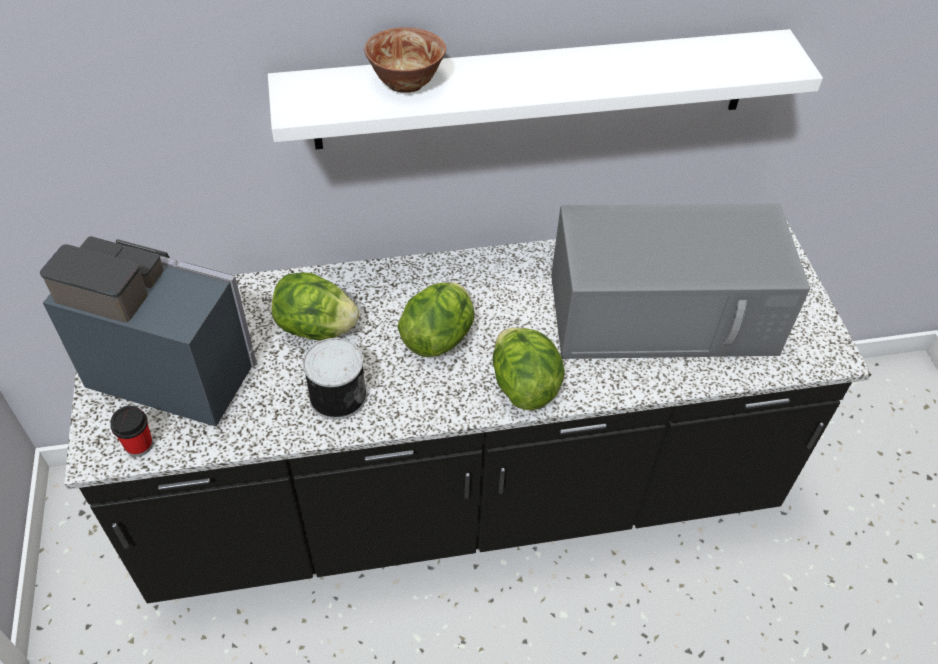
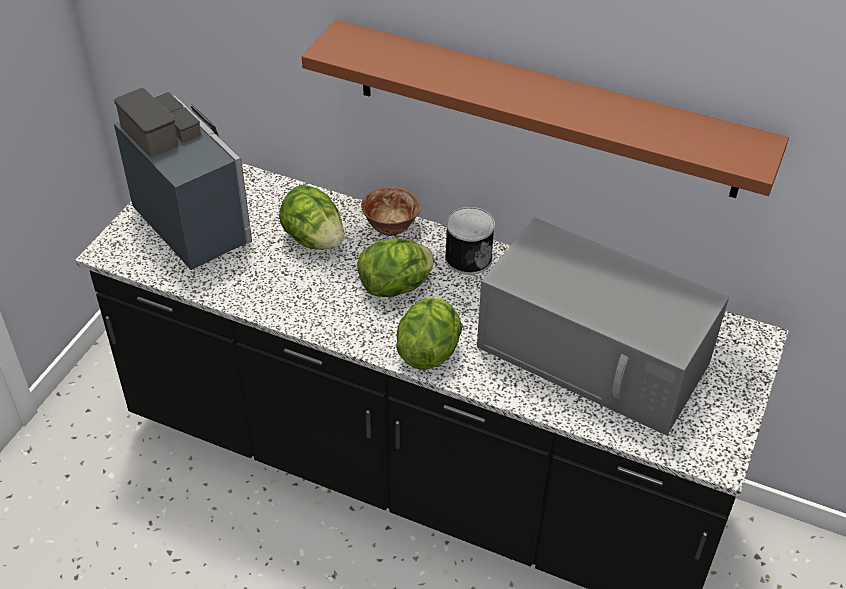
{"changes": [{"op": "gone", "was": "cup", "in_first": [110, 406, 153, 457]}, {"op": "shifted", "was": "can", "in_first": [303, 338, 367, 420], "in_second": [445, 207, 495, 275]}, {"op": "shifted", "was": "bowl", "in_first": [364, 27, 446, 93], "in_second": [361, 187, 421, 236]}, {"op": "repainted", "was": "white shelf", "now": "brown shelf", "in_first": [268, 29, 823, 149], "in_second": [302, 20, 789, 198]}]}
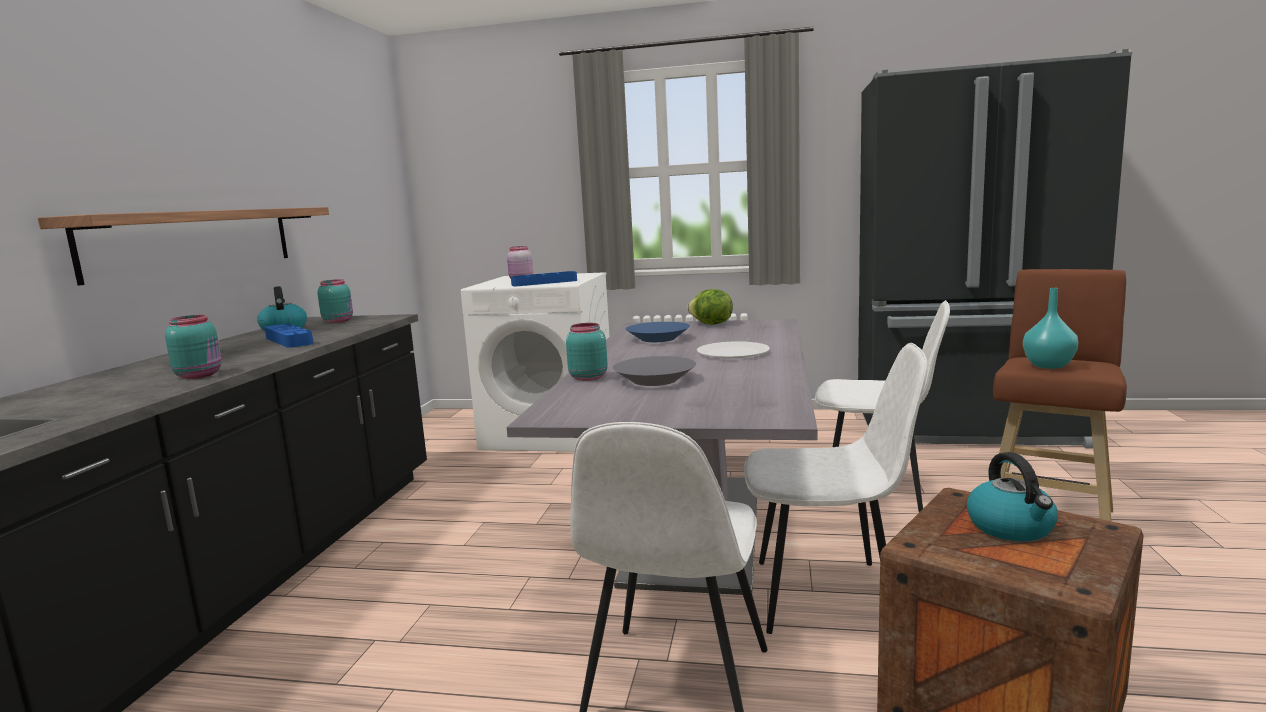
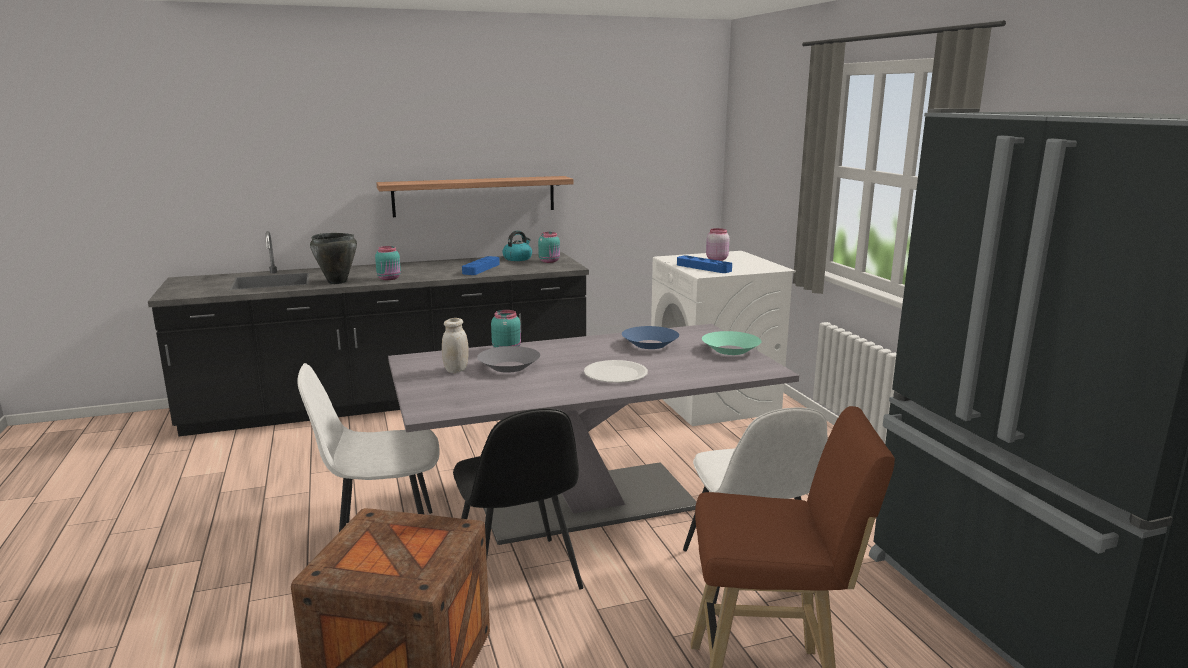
{"changes": [{"op": "gone", "was": "kettle", "in_first": [967, 452, 1058, 541]}, {"op": "gone", "was": "turquoise vase", "in_first": [1023, 288, 1078, 369]}, {"op": "new", "now": "black cooking pot", "in_second": [310, 233, 357, 284]}, {"op": "new", "now": "white jar", "in_second": [442, 318, 469, 373]}, {"op": "swapped", "was": "lettuce", "now": "turquoise bowl", "in_first": [687, 289, 733, 325], "in_second": [702, 331, 762, 355]}, {"op": "repainted", "was": "white chair", "now": "black chair", "in_first": [744, 343, 928, 634], "in_second": [453, 408, 584, 590]}]}
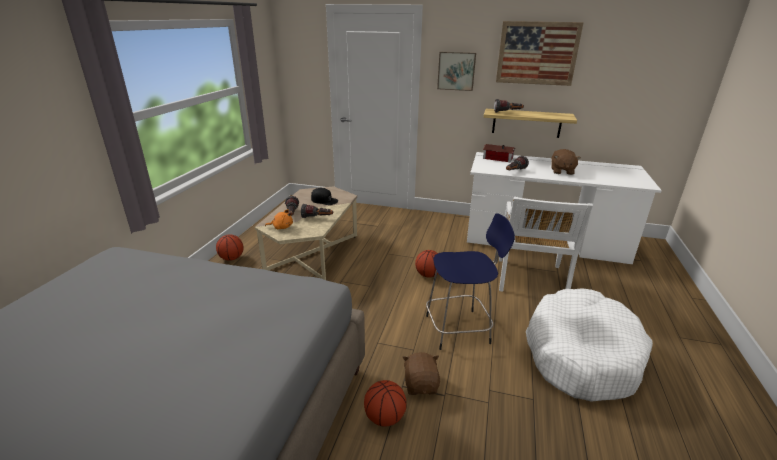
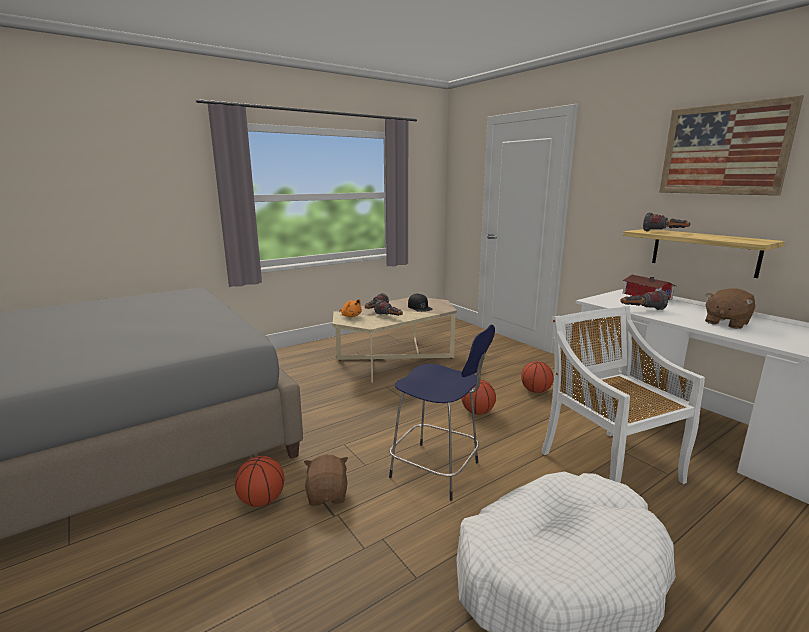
{"changes": [{"op": "gone", "was": "picture", "in_first": [437, 52, 476, 91]}, {"op": "shifted", "was": "basketball", "in_first": [216, 234, 244, 261], "in_second": [521, 361, 554, 393]}, {"op": "rotated", "was": "brown plush toy", "in_first": [402, 352, 440, 395], "in_second": [304, 455, 348, 506], "clockwise": -45}, {"op": "rotated", "was": "white chair", "in_first": [499, 197, 593, 292], "in_second": [541, 306, 705, 484], "clockwise": 105}]}
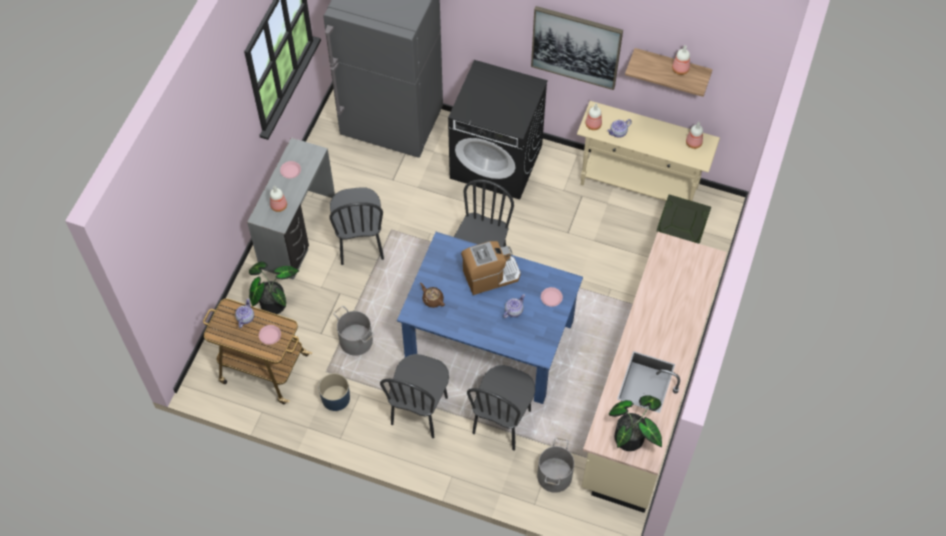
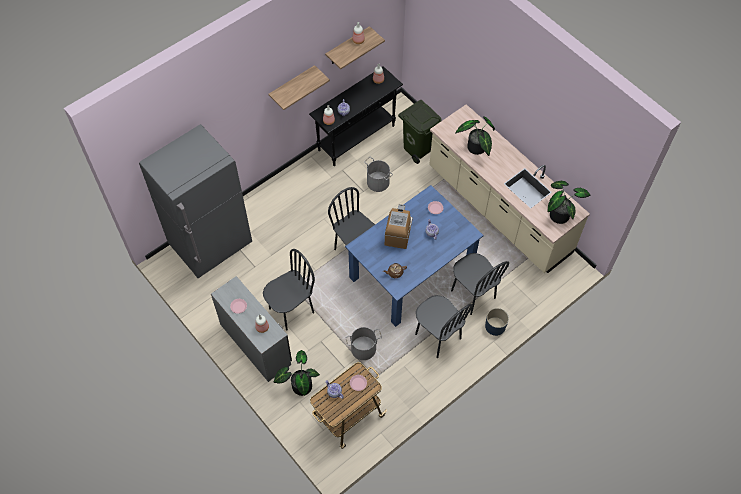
{"changes": [{"op": "gone", "was": "black washing machine", "in_first": [448, 60, 548, 200]}, {"op": "new", "now": "potted plant", "in_second": [455, 117, 495, 156]}, {"op": "shifted", "was": "blue planter", "in_first": [319, 373, 350, 411], "in_second": [485, 308, 509, 336]}, {"op": "shifted", "was": "grey bucket", "in_first": [537, 438, 574, 493], "in_second": [364, 157, 393, 192]}, {"op": "swapped", "was": "picture", "now": "shelf", "in_first": [531, 6, 623, 90], "in_second": [269, 65, 330, 110]}, {"op": "repainted", "was": "beige console table", "now": "black console table", "in_first": [577, 101, 720, 201], "in_second": [309, 66, 403, 166]}, {"op": "rotated", "was": "black chair", "in_first": [329, 187, 384, 265], "in_second": [263, 249, 315, 331], "clockwise": -60}]}
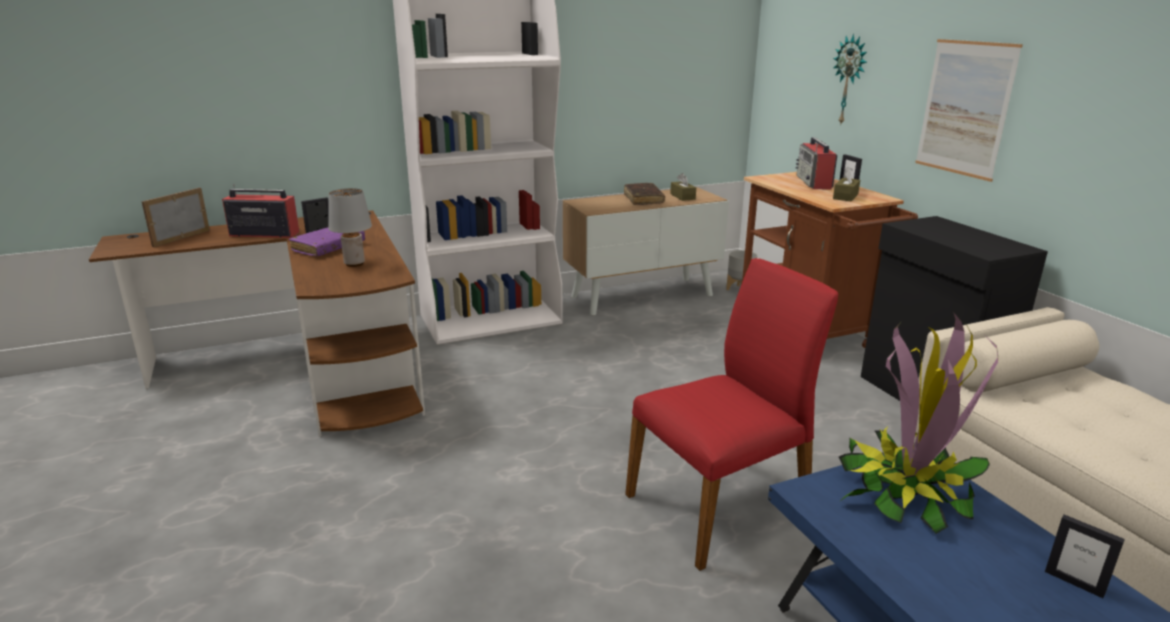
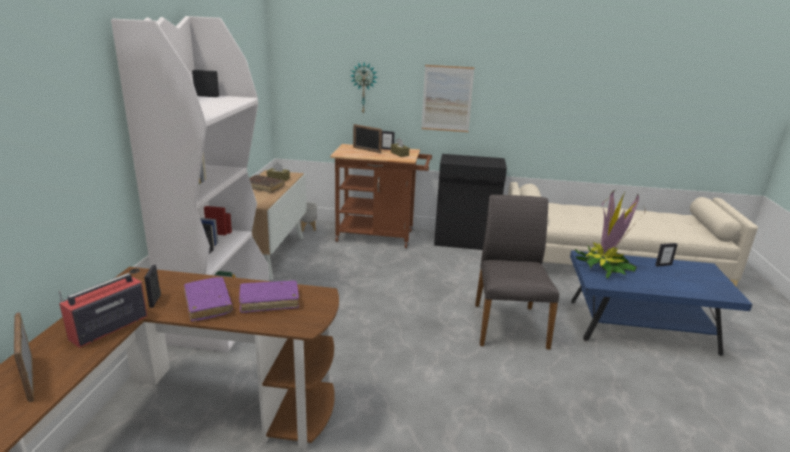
{"changes": [{"op": "swapped", "was": "grey table lamp", "now": "purple book", "in_first": [328, 188, 372, 267], "in_second": [239, 280, 299, 313]}, {"op": "swapped", "was": "radio", "now": "picture frame", "in_first": [795, 137, 837, 189], "in_second": [353, 124, 382, 153]}, {"op": "repainted", "was": "red chair", "now": "grey chair", "in_first": [625, 258, 838, 571], "in_second": [475, 195, 559, 350]}]}
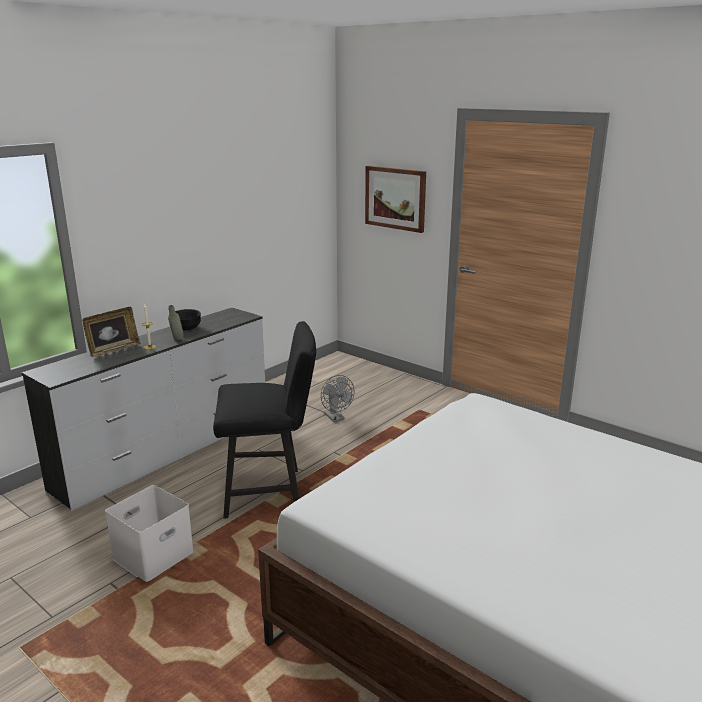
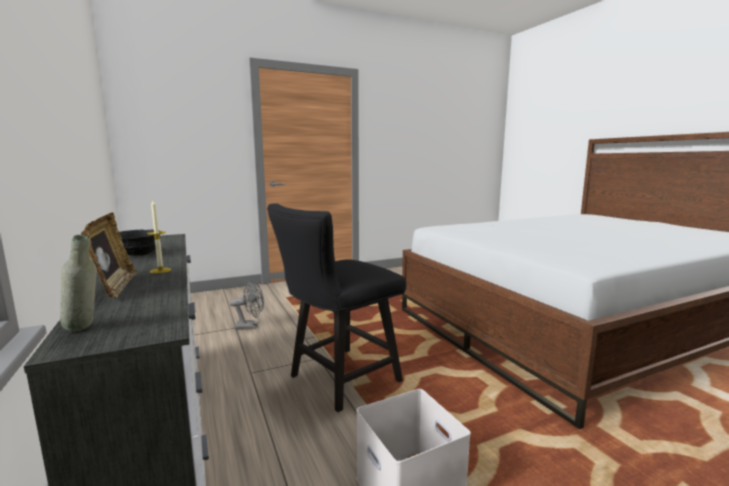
{"changes": [{"op": "gone", "was": "picture", "in_first": [365, 166, 426, 233]}, {"op": "shifted", "was": "grey bottle", "in_first": [168, 305, 184, 340], "in_second": [60, 235, 97, 332]}, {"op": "rotated", "was": "black chair", "in_first": [213, 321, 316, 519], "in_second": [267, 203, 406, 412], "clockwise": -150}]}
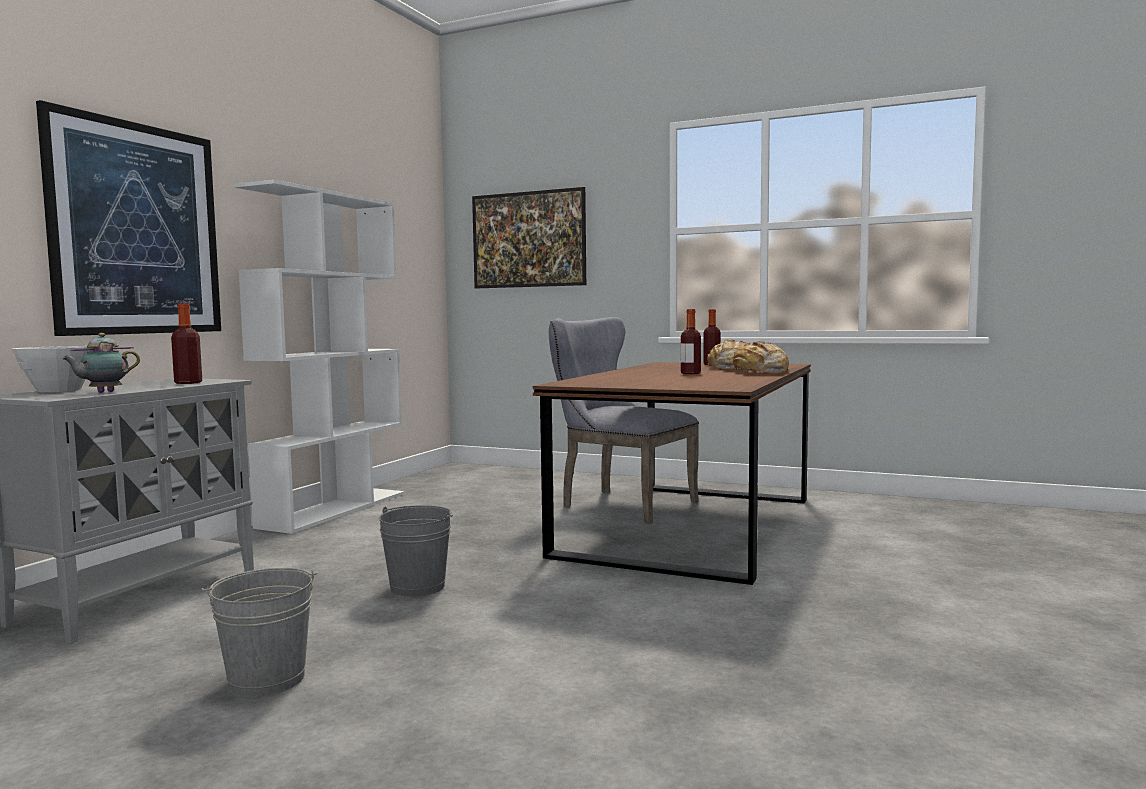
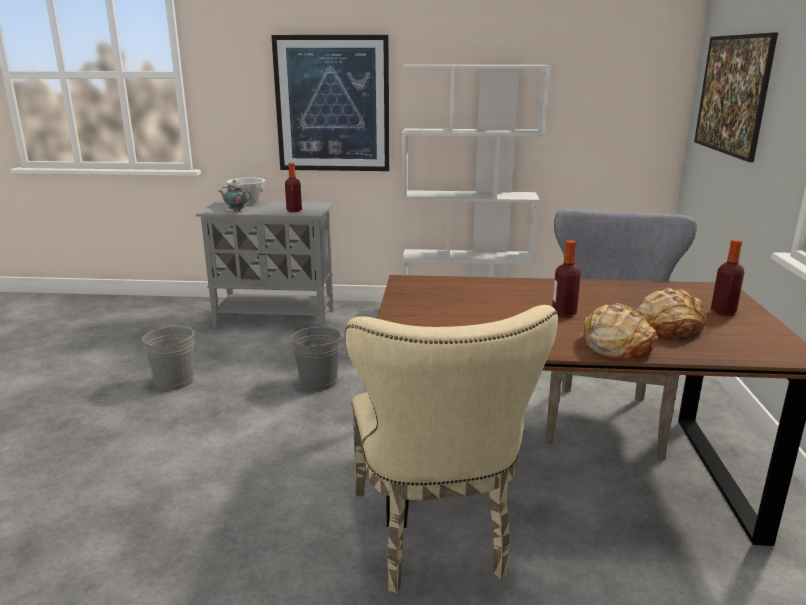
{"changes": [{"op": "new", "now": "beige chair", "in_second": [345, 305, 558, 593]}]}
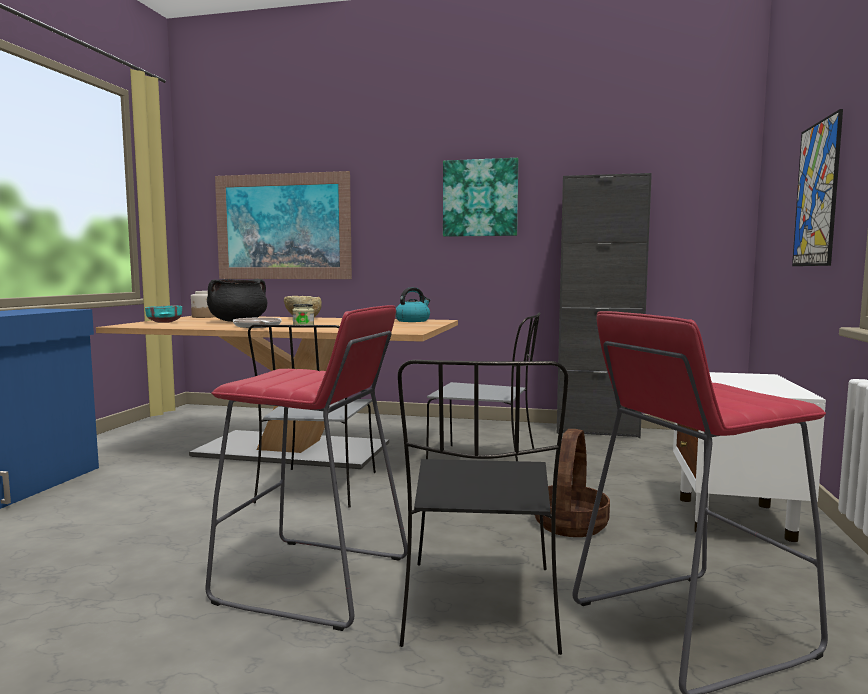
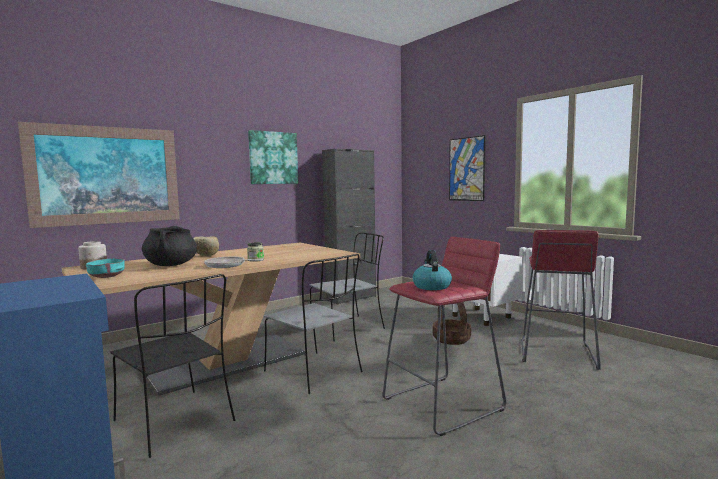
{"changes": [{"op": "shifted", "was": "kettle", "in_first": [396, 287, 430, 322], "in_second": [413, 250, 452, 290]}, {"op": "shifted", "was": "black chair", "in_first": [398, 360, 568, 655], "in_second": [110, 274, 235, 458]}]}
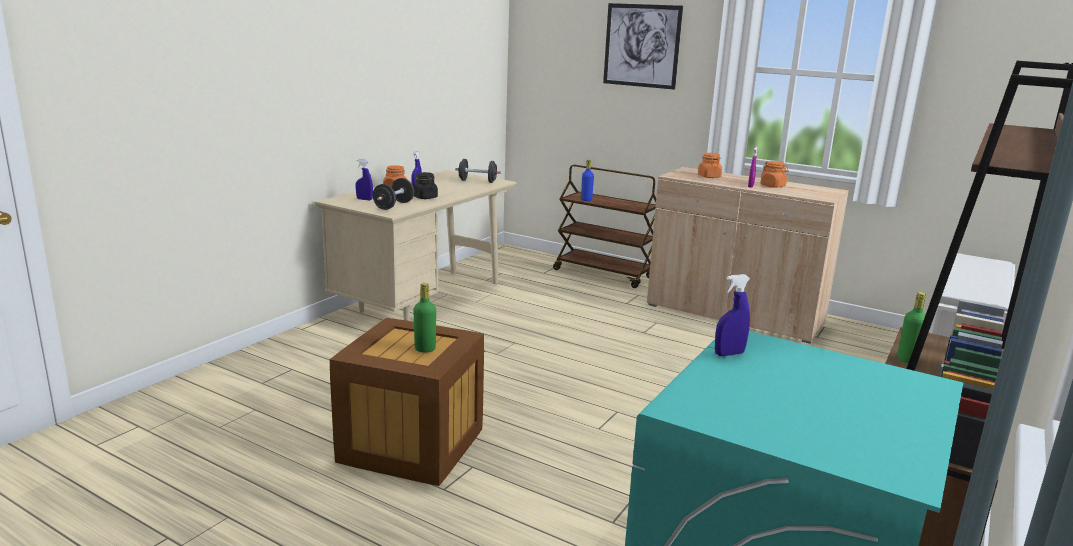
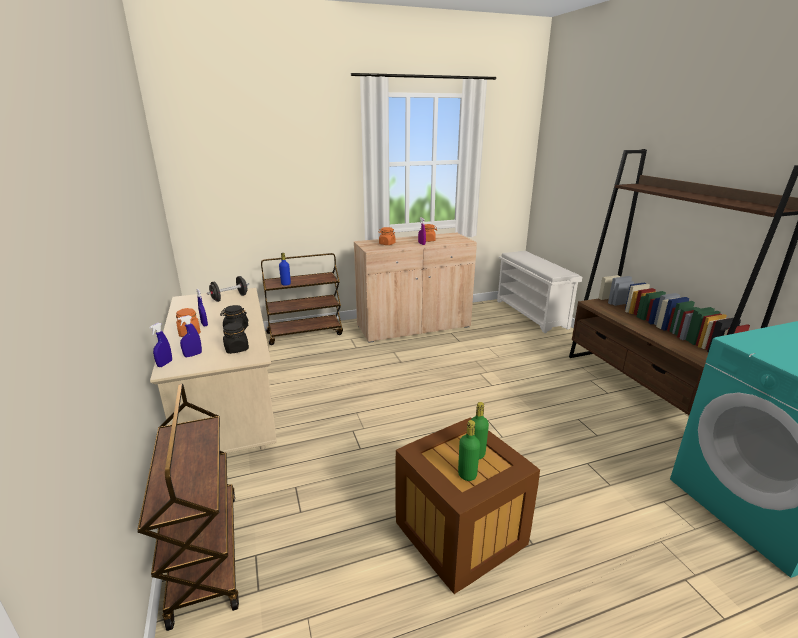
{"changes": [{"op": "gone", "was": "picture", "in_first": [603, 3, 683, 90]}, {"op": "new", "now": "brown cart", "in_second": [137, 384, 239, 631]}, {"op": "shifted", "was": "blue spray bottle", "in_first": [715, 274, 750, 356], "in_second": [149, 323, 172, 367]}, {"op": "shifted", "was": "green bottle", "in_first": [897, 292, 926, 363], "in_second": [458, 420, 480, 481]}, {"op": "swapped", "was": "black dumbbell", "now": "black jar", "in_first": [373, 178, 414, 210], "in_second": [223, 322, 249, 354]}]}
